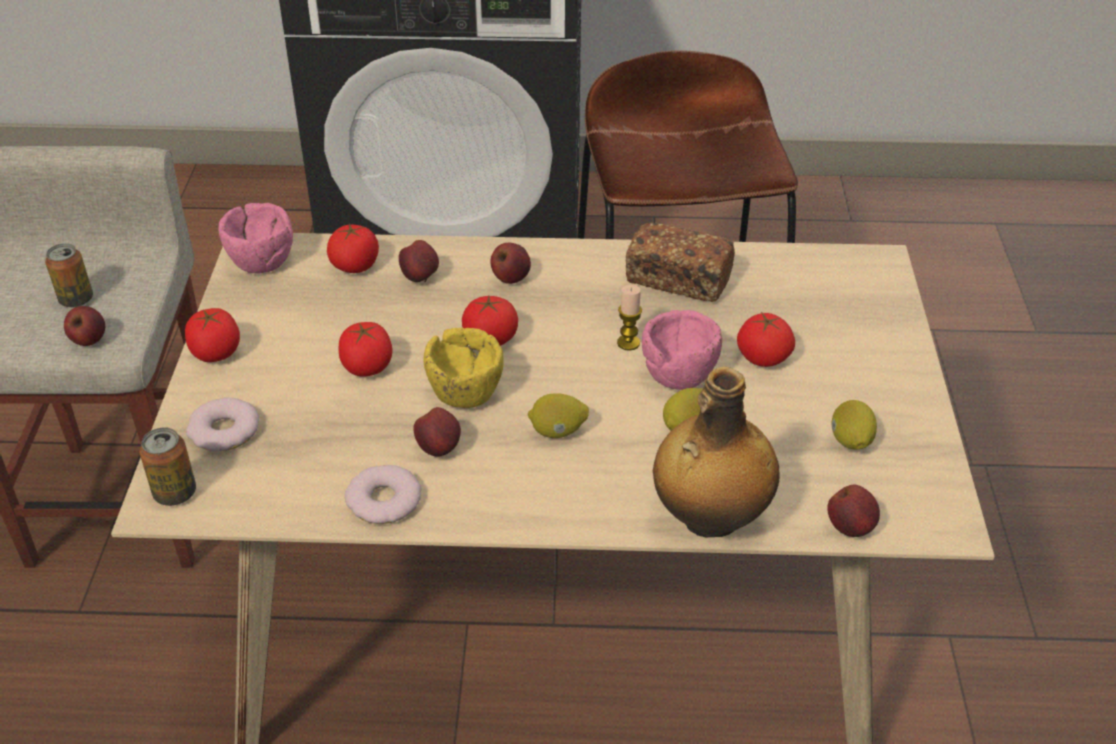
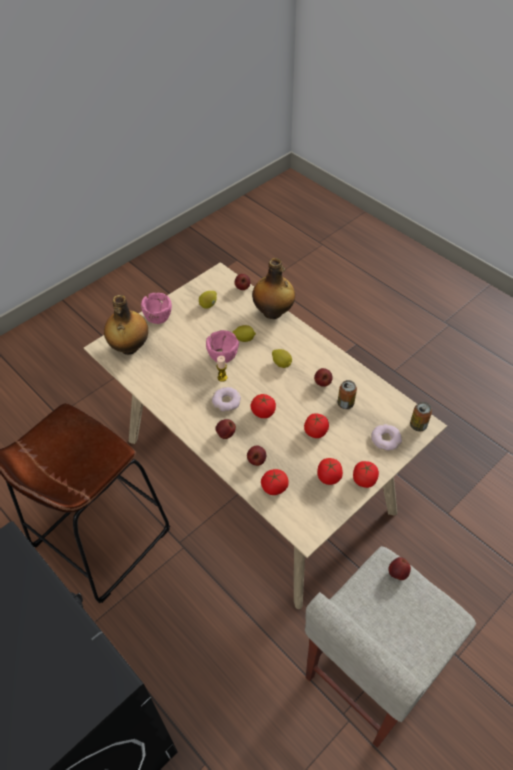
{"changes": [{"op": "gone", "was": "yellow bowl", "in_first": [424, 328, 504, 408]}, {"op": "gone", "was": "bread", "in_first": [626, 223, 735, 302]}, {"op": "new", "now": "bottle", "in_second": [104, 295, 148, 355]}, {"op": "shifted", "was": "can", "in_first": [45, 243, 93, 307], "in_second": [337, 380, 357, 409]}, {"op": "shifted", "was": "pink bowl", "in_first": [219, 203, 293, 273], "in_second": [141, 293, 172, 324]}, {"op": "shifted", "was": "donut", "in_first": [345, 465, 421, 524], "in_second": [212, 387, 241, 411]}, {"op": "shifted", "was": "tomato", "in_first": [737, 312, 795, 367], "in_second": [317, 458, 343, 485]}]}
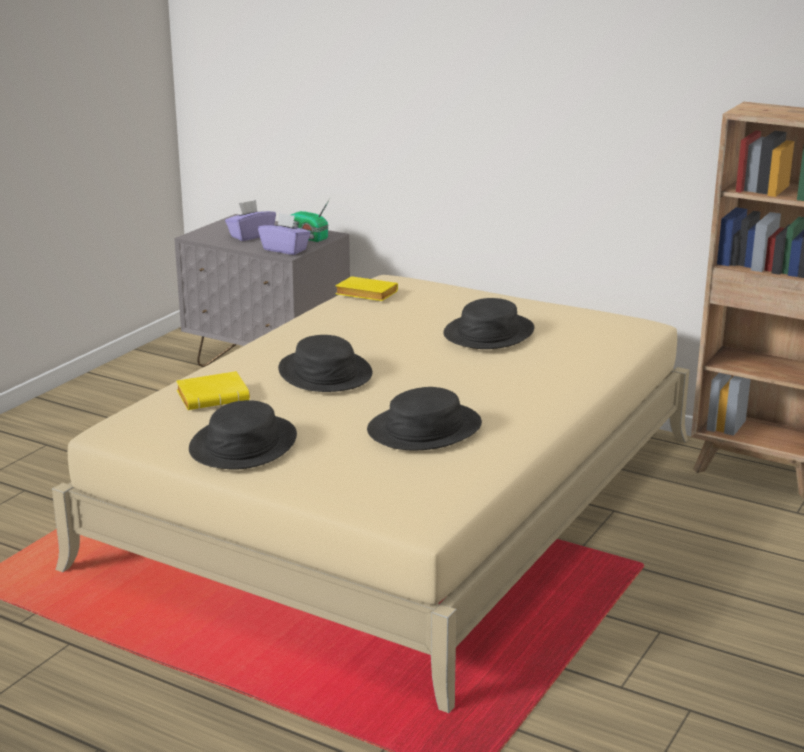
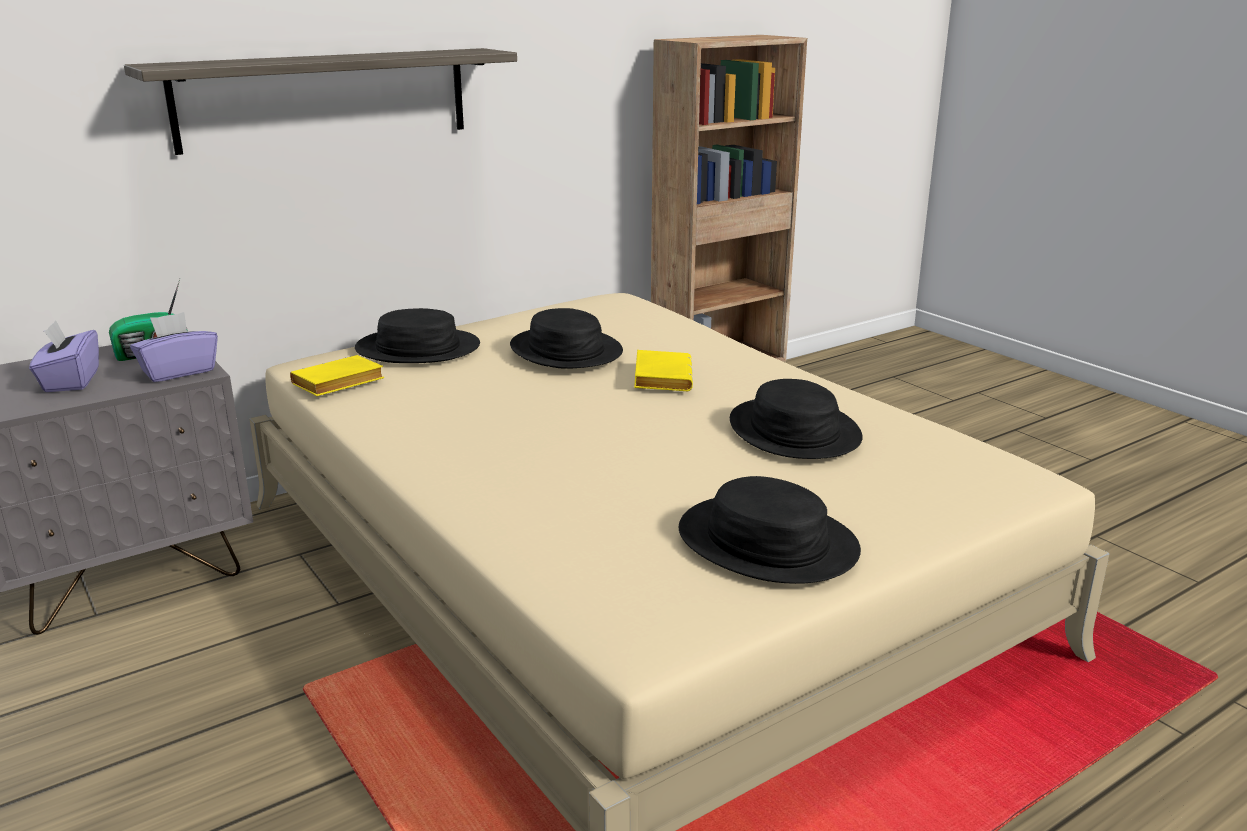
{"changes": [{"op": "new", "now": "shelf", "in_second": [124, 48, 517, 155]}, {"op": "shifted", "was": "yellow book", "in_first": [176, 371, 250, 410], "in_second": [634, 350, 693, 391]}, {"op": "shifted", "was": "black hat", "in_first": [278, 335, 372, 392], "in_second": [355, 308, 480, 363]}]}
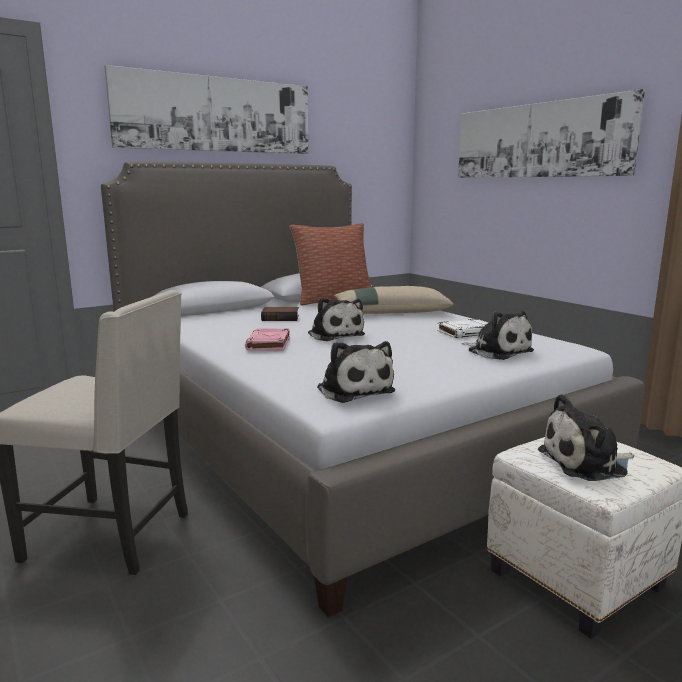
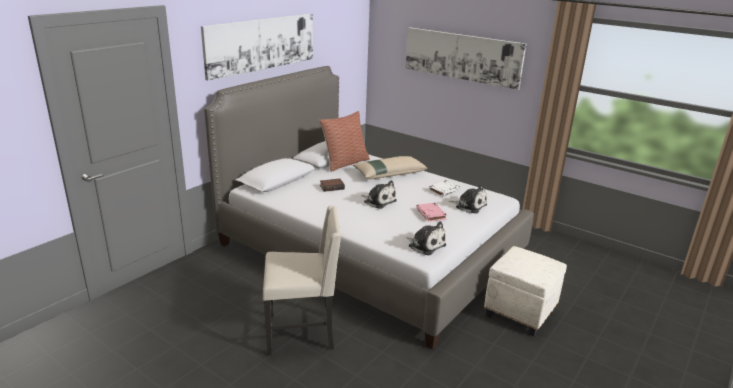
{"changes": [{"op": "gone", "was": "plush toy", "in_first": [538, 394, 635, 481]}, {"op": "shifted", "was": "pink book", "in_first": [245, 328, 290, 351], "in_second": [416, 203, 447, 222]}]}
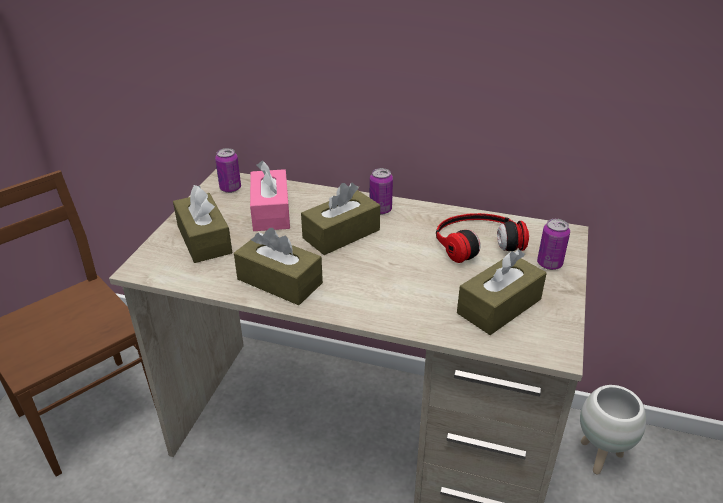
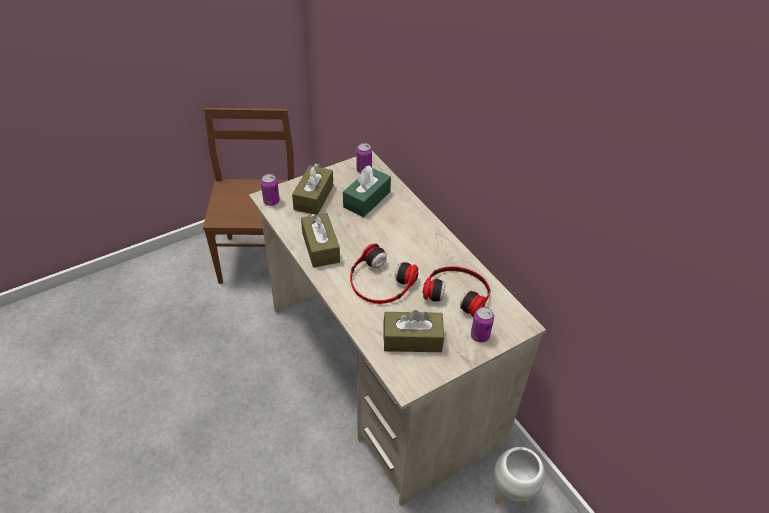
{"changes": [{"op": "gone", "was": "brown tissue box", "in_first": [301, 183, 380, 255]}, {"op": "new", "now": "headphones", "in_second": [350, 243, 418, 304]}, {"op": "shifted", "was": "can", "in_first": [370, 168, 393, 215], "in_second": [261, 174, 280, 206]}, {"op": "repainted", "was": "pink tissue box", "now": "green tissue box", "in_first": [250, 160, 290, 231], "in_second": [343, 165, 391, 217]}]}
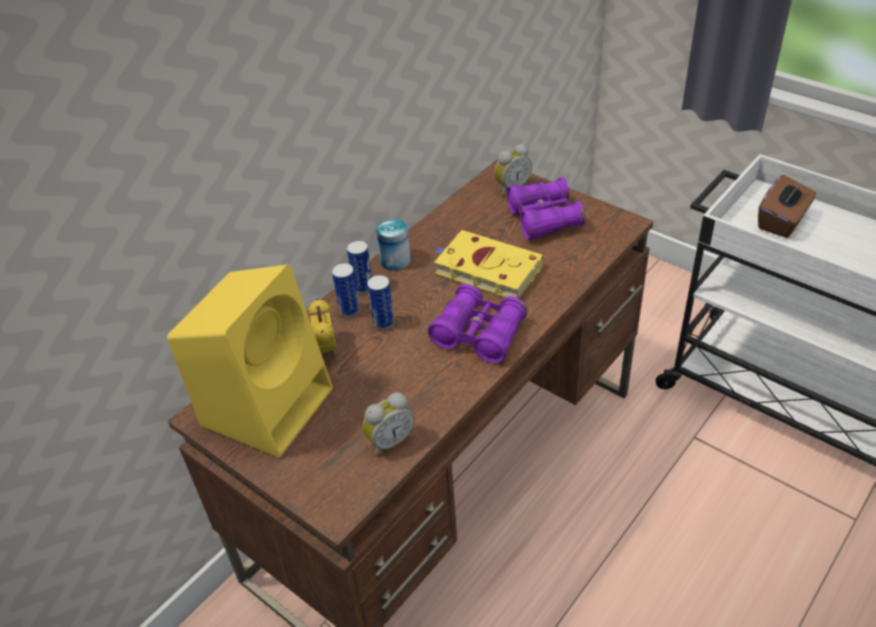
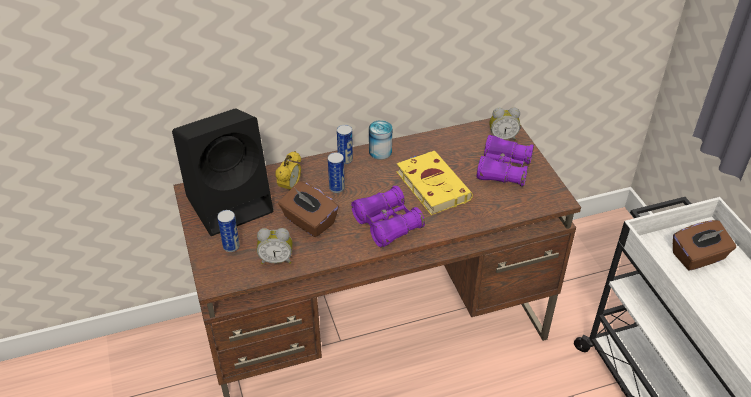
{"changes": [{"op": "new", "now": "brown tissue box", "in_second": [278, 181, 339, 237]}, {"op": "shifted", "was": "can", "in_first": [332, 263, 360, 317], "in_second": [217, 210, 240, 252]}, {"op": "repainted", "was": "yellow speaker", "now": "black speaker", "in_first": [167, 264, 333, 458], "in_second": [172, 108, 273, 236]}]}
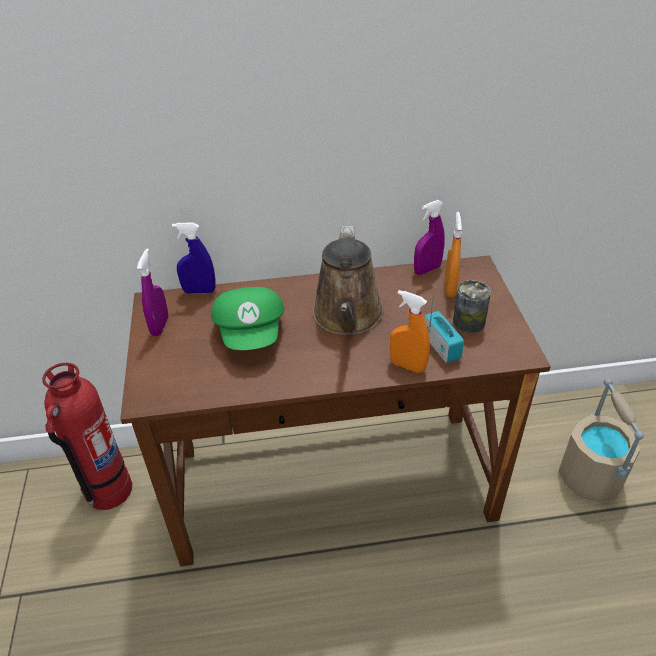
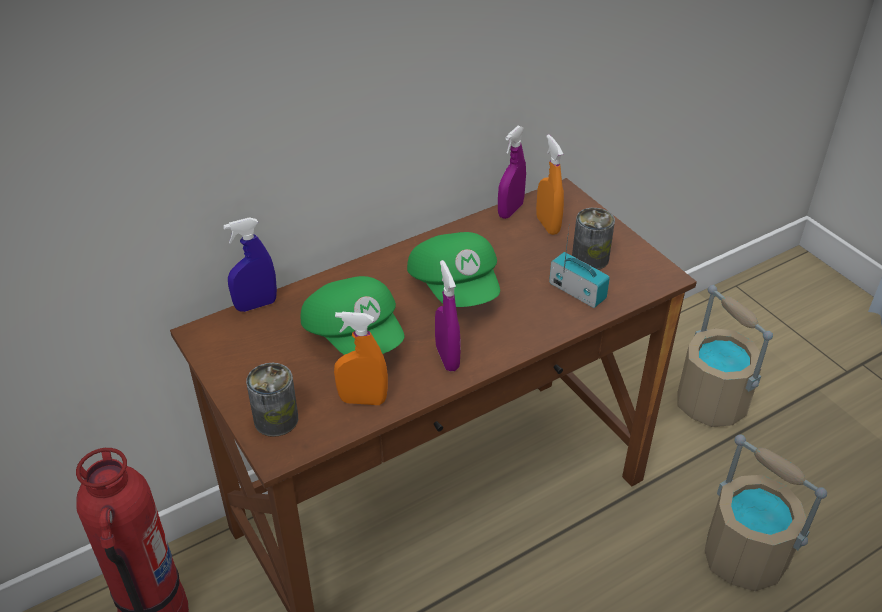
{"changes": [{"op": "new", "now": "can", "in_second": [246, 363, 298, 437]}, {"op": "new", "now": "beige bucket", "in_second": [704, 435, 827, 591]}, {"op": "shifted", "was": "purple spray bottle", "in_first": [137, 249, 168, 336], "in_second": [435, 260, 461, 371]}, {"op": "shifted", "was": "orange spray bottle", "in_first": [390, 290, 430, 373], "in_second": [334, 312, 388, 405]}, {"op": "swapped", "was": "brown watering can", "now": "green cap", "in_first": [312, 226, 383, 335], "in_second": [407, 232, 500, 307]}]}
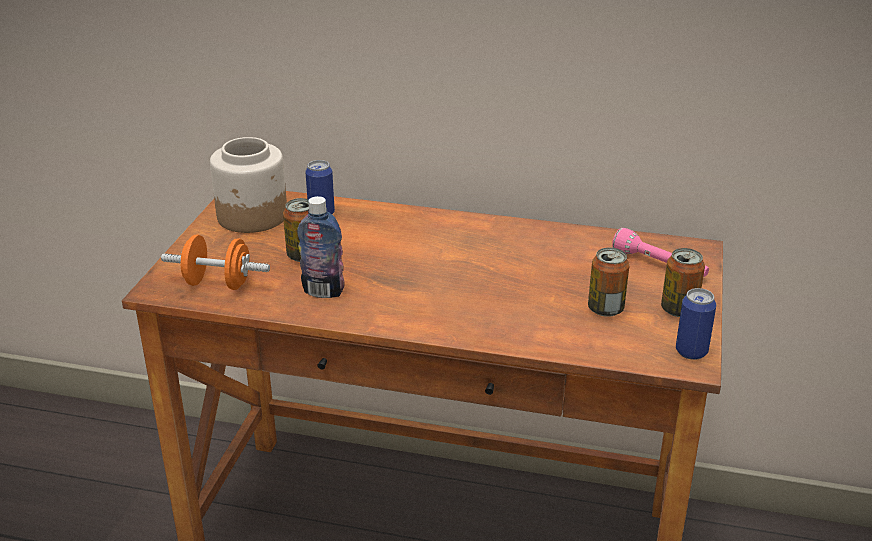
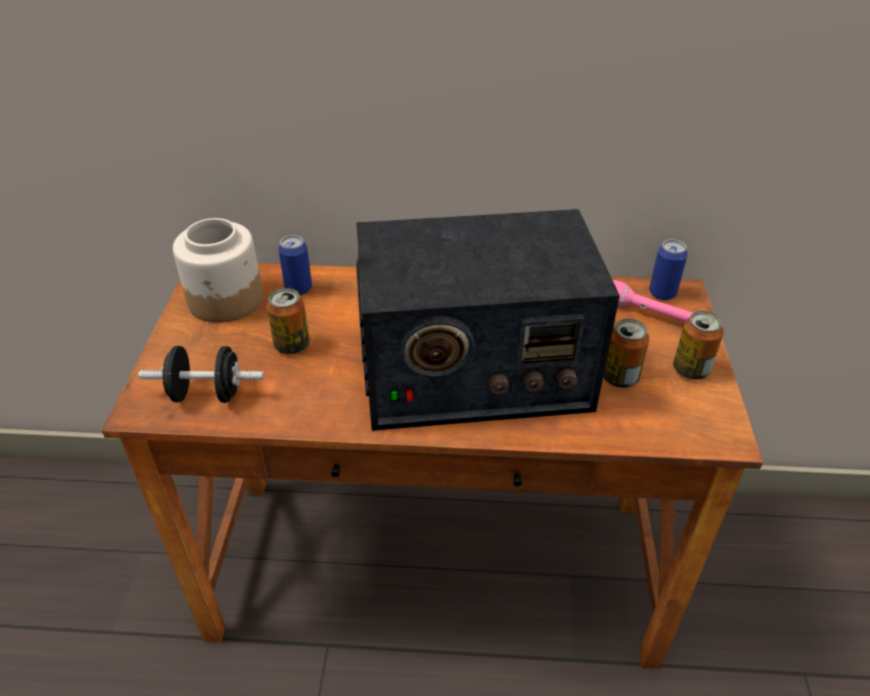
{"changes": [{"op": "gone", "was": "bottle", "in_first": [297, 196, 345, 298]}, {"op": "new", "now": "radio", "in_second": [356, 209, 620, 431]}, {"op": "shifted", "was": "can", "in_first": [676, 288, 716, 360], "in_second": [649, 239, 688, 300]}, {"op": "repainted", "was": "orange dumbbell", "now": "black dumbbell", "in_first": [161, 235, 270, 290], "in_second": [139, 346, 264, 403]}]}
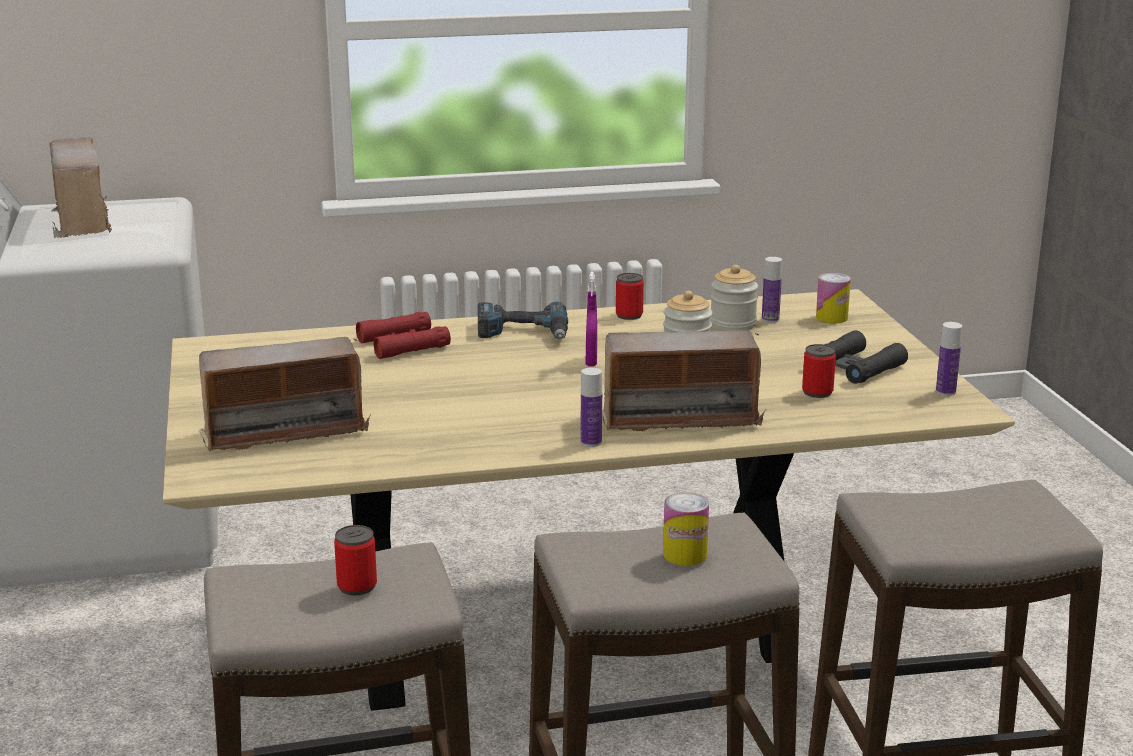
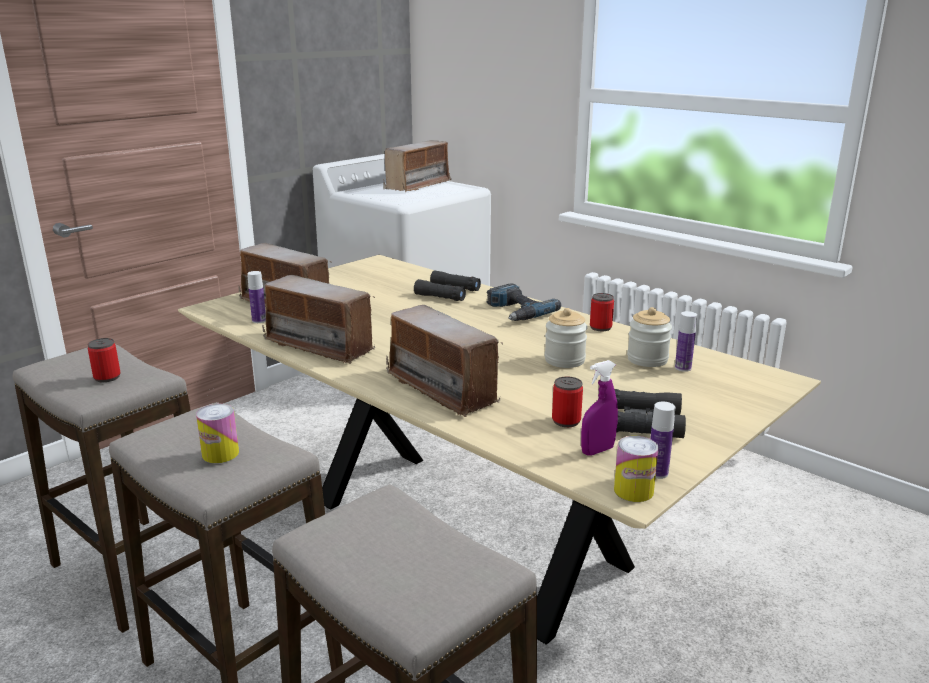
{"changes": [{"op": "new", "now": "radio", "in_second": [262, 275, 375, 364]}, {"op": "shifted", "was": "bottle", "in_first": [581, 367, 602, 447], "in_second": [247, 271, 266, 323]}, {"op": "shifted", "was": "purple spray bottle", "in_first": [586, 272, 597, 366], "in_second": [581, 360, 618, 456]}, {"op": "shifted", "was": "can", "in_first": [816, 273, 851, 324], "in_second": [614, 436, 659, 502]}, {"op": "repainted", "was": "red binoculars", "now": "black binoculars", "in_first": [356, 312, 451, 359], "in_second": [414, 270, 481, 301]}]}
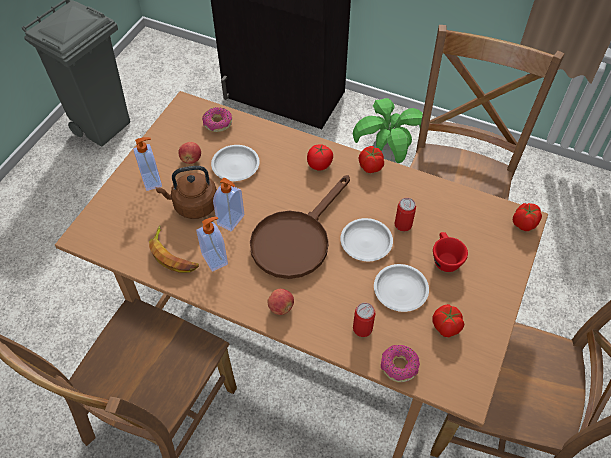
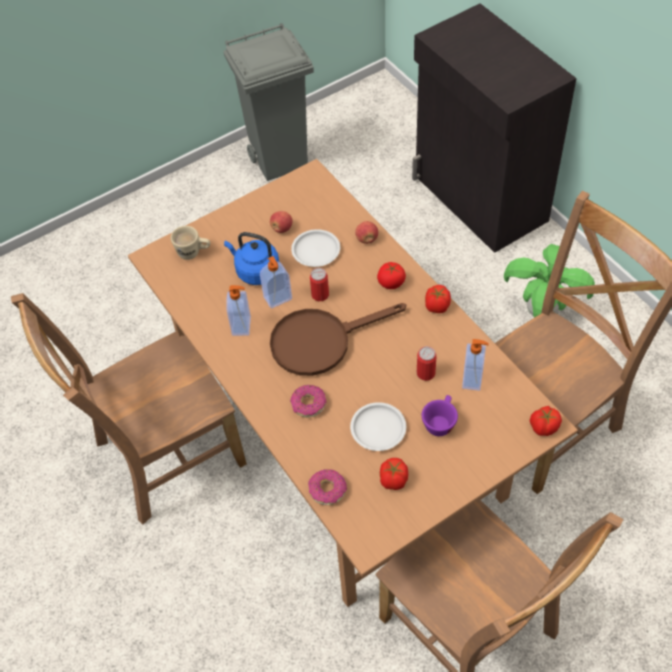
{"changes": [{"op": "gone", "was": "banana", "in_first": [149, 225, 199, 273]}, {"op": "gone", "was": "white plate", "in_first": [340, 218, 393, 261]}, {"op": "new", "now": "beige mug", "in_second": [171, 226, 210, 260]}, {"op": "shifted", "was": "soap dispenser", "in_first": [133, 137, 162, 191], "in_second": [462, 339, 489, 391]}, {"op": "shifted", "was": "donut", "in_first": [202, 107, 232, 132], "in_second": [290, 385, 327, 418]}, {"op": "shifted", "was": "apple", "in_first": [267, 289, 294, 315], "in_second": [355, 221, 378, 244]}, {"op": "shifted", "was": "can", "in_first": [353, 303, 376, 337], "in_second": [310, 268, 329, 301]}, {"op": "repainted", "was": "brown kettle", "now": "blue kettle", "in_first": [156, 166, 217, 219], "in_second": [224, 232, 279, 285]}, {"op": "repainted", "was": "red cup", "now": "purple cup", "in_first": [433, 232, 468, 272], "in_second": [422, 395, 458, 436]}]}
